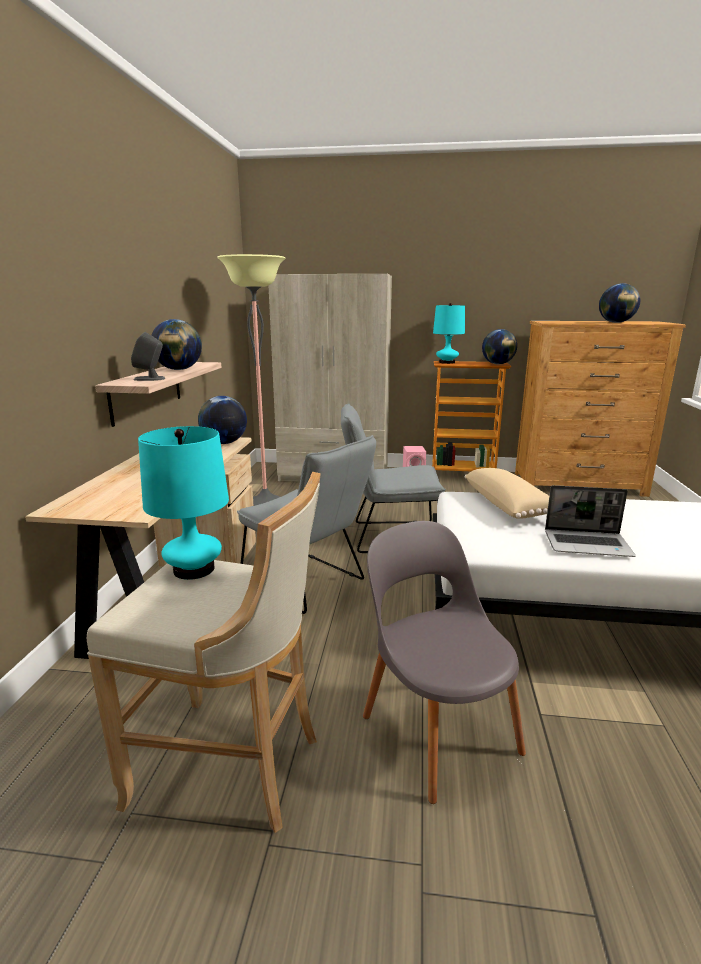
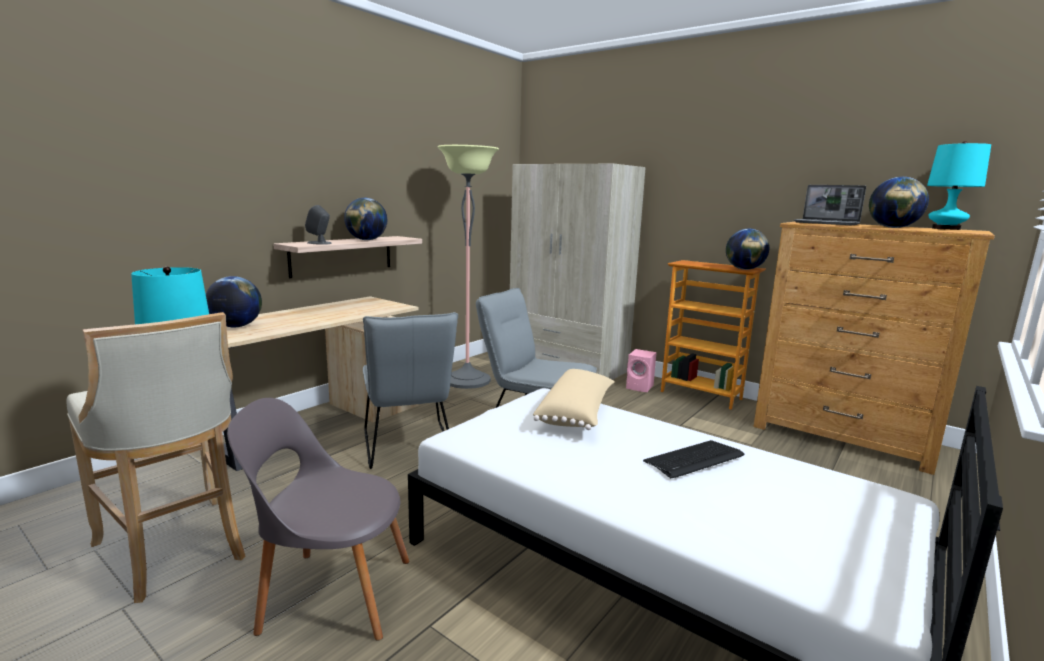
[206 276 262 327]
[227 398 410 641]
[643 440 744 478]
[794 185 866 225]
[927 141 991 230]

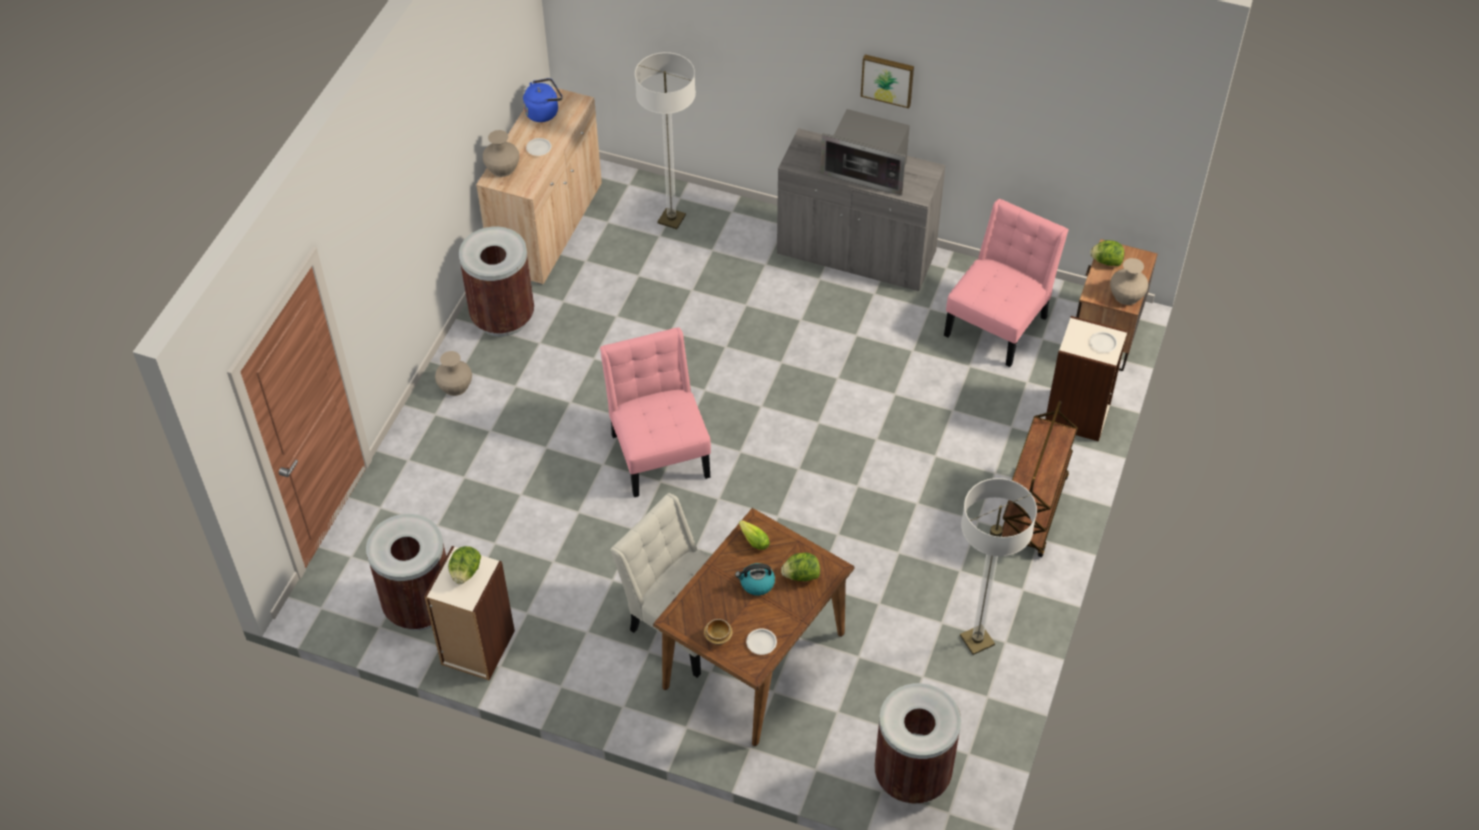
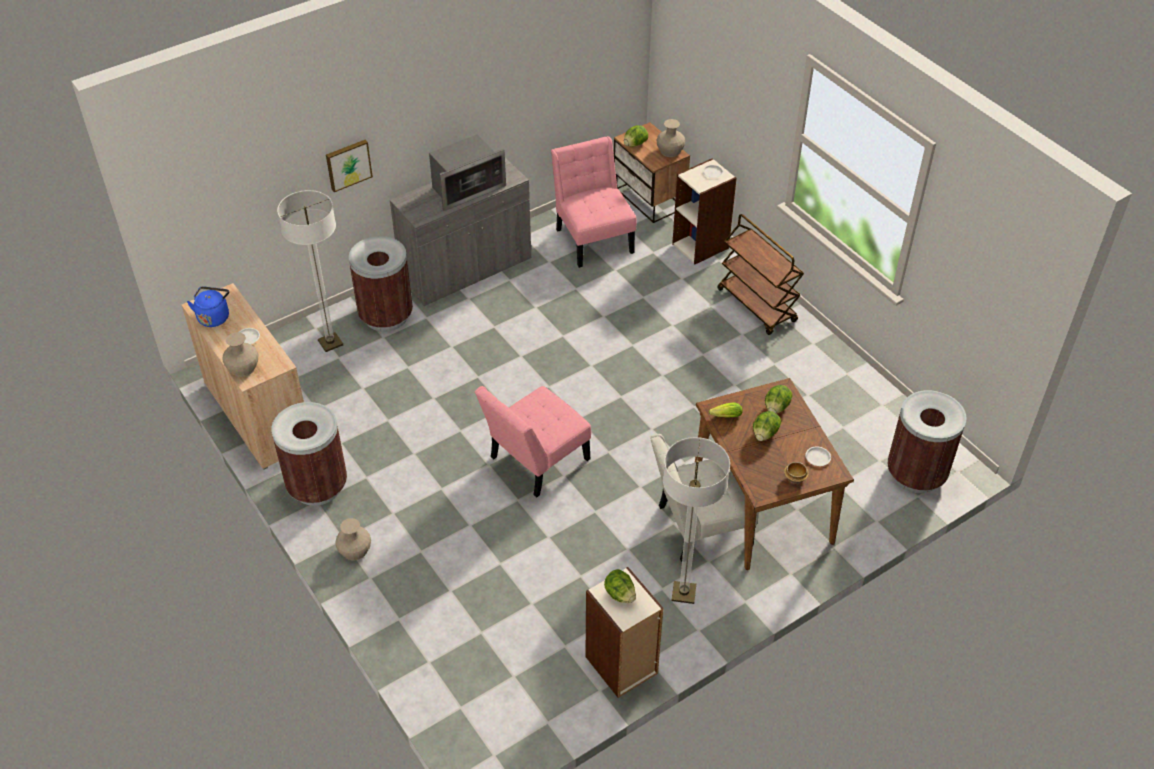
[326 140 373 192]
[349 236 413 332]
[475 386 591 498]
[663 437 730 604]
[753 411 781 441]

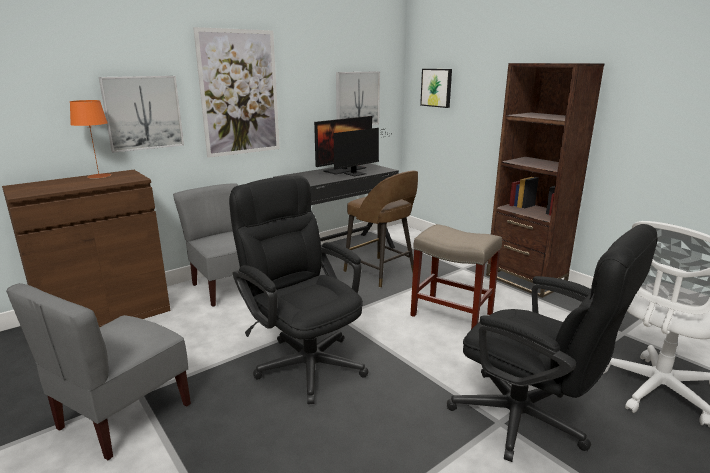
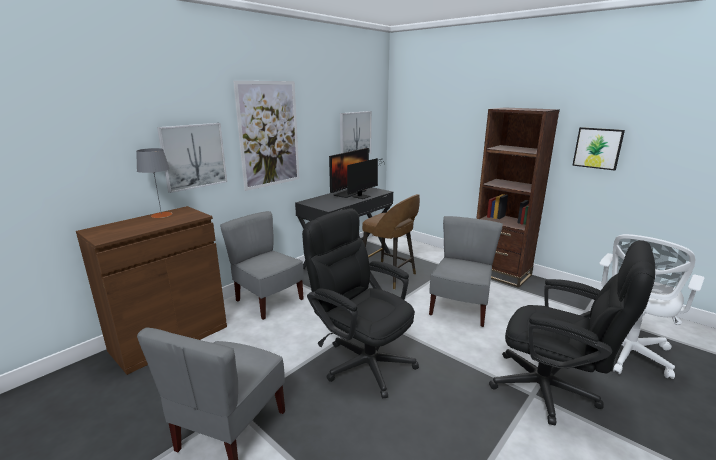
[136 148 172 218]
[429 216 503 327]
[572 127 625 171]

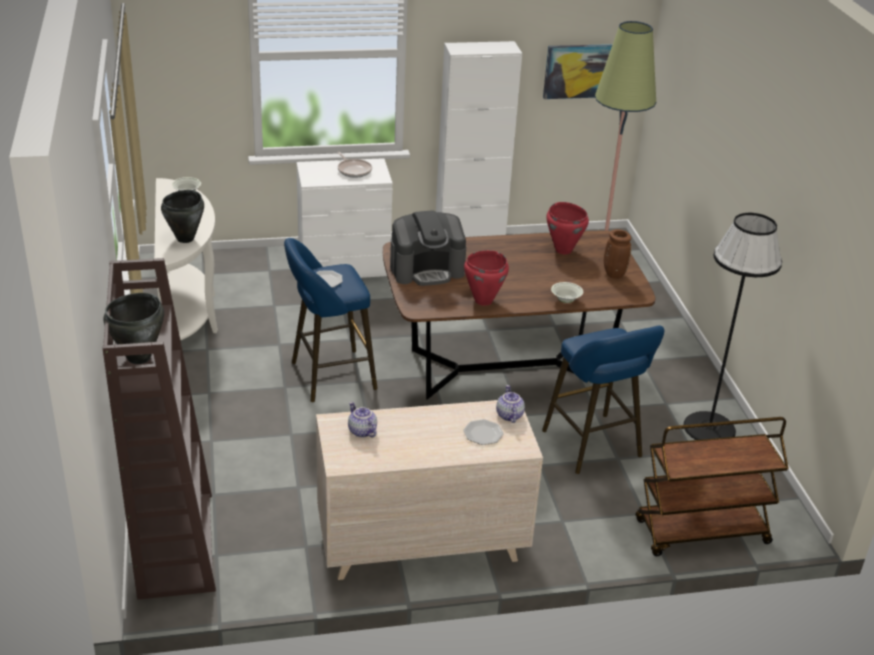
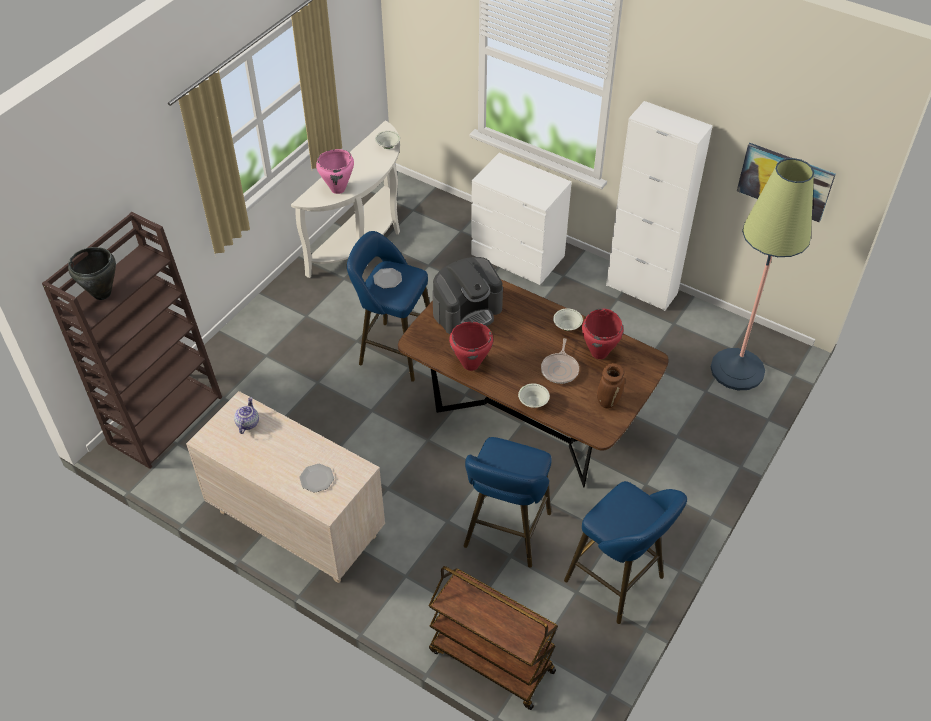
[316 149 354 194]
[432 257 503 334]
[541 338 579 384]
[553 308 583 331]
[564 481 687 624]
[496 385 525 423] (first image)

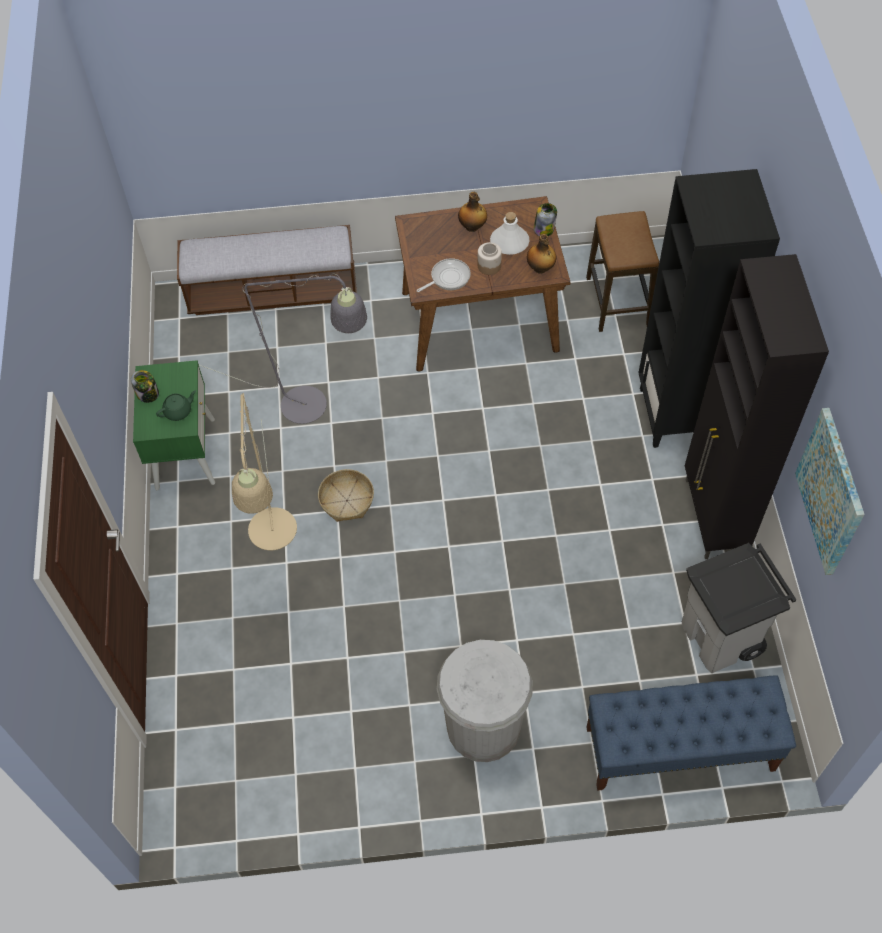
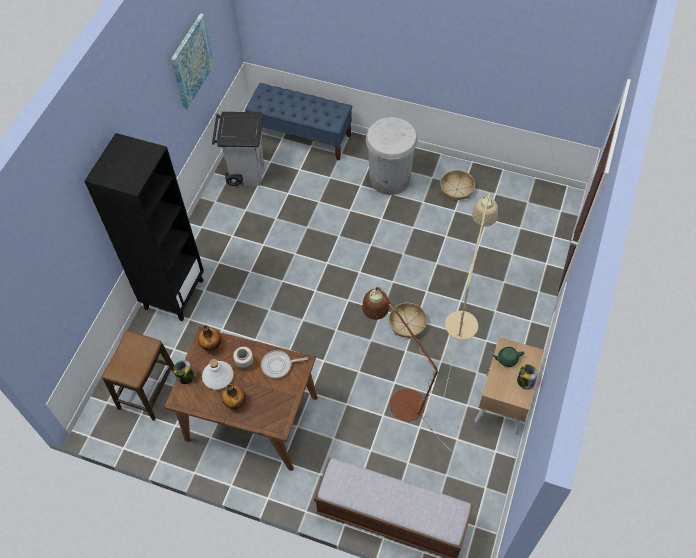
[362 287 472 472]
[440 170 475 201]
[475 337 544 435]
[685 254 829 559] (first image)

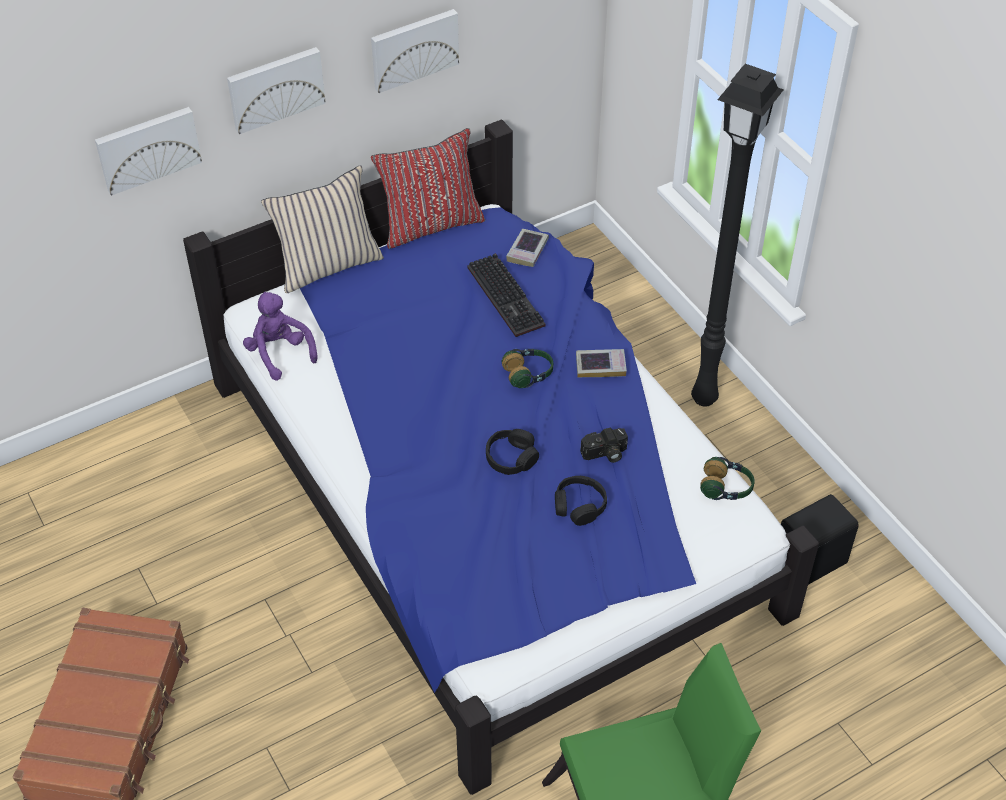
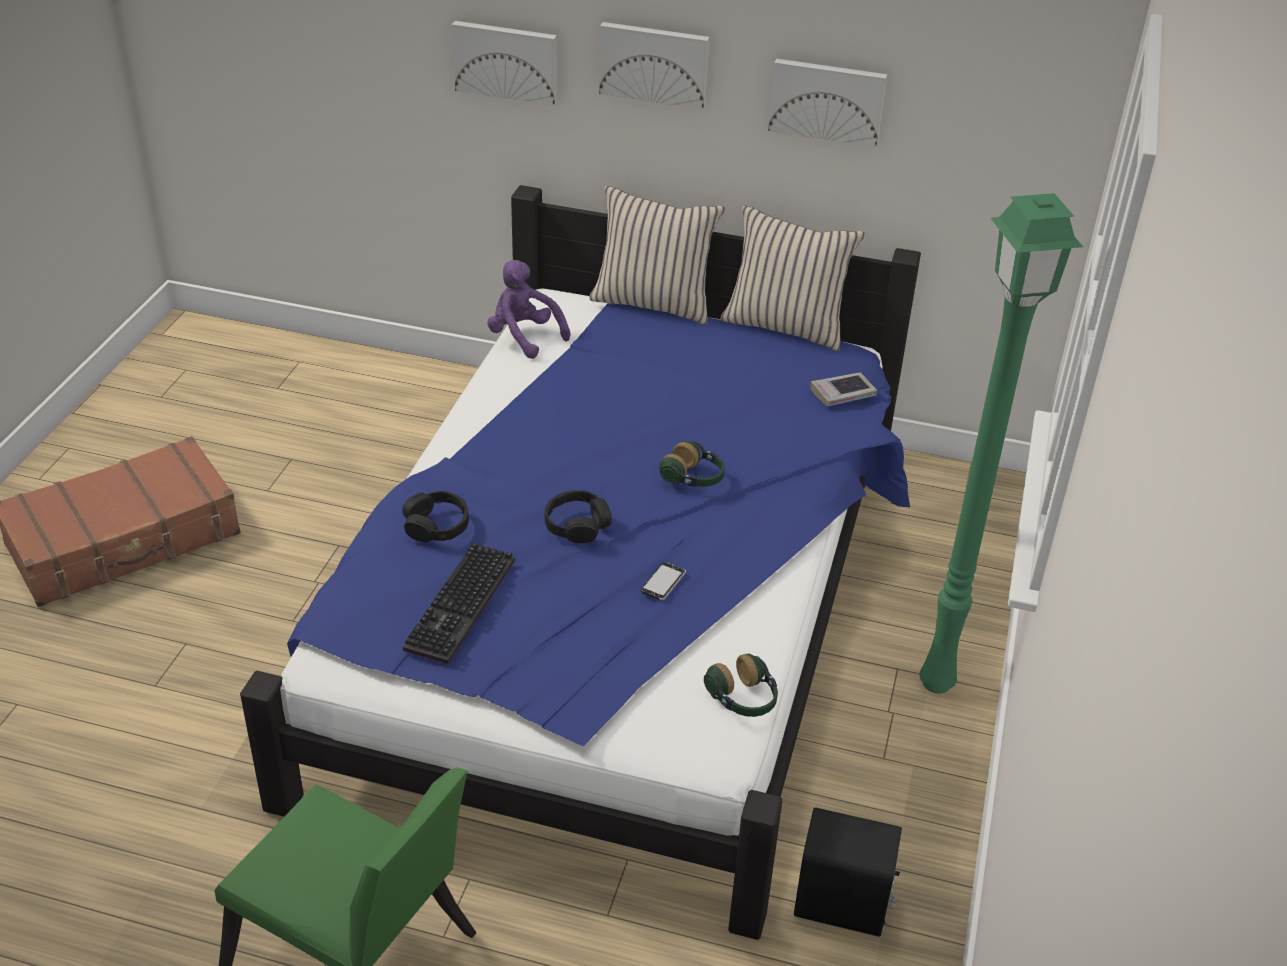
[402 491 469 542]
[403 543 515 664]
[487 260 570 359]
[641 562 686 600]
[721 206 865 351]
[919 193 1083 694]
[576 349 627 378] (first image)

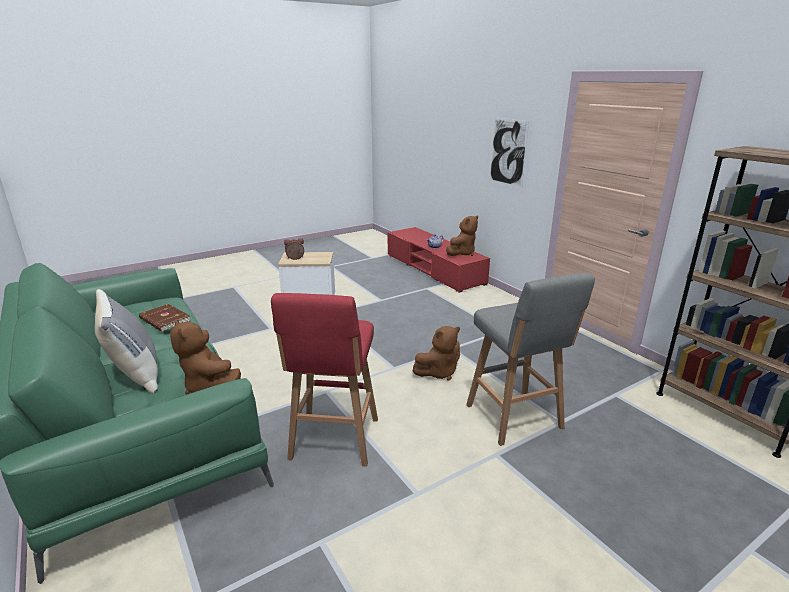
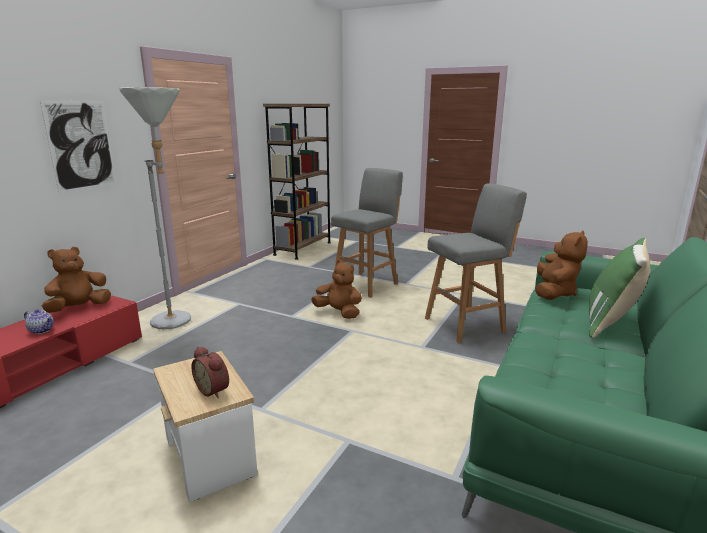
[42 247 111 313]
[119 87 191 329]
[425 183 527 344]
[589 238 651 338]
[139 304 191 332] (first image)

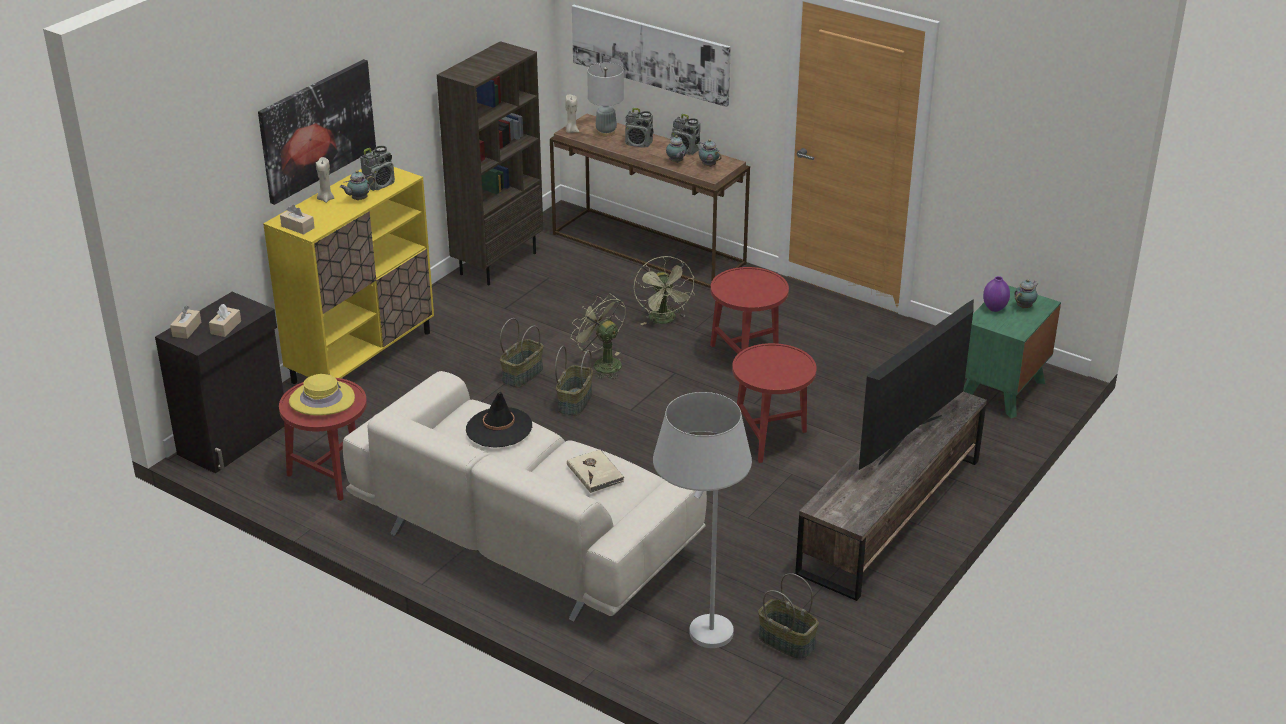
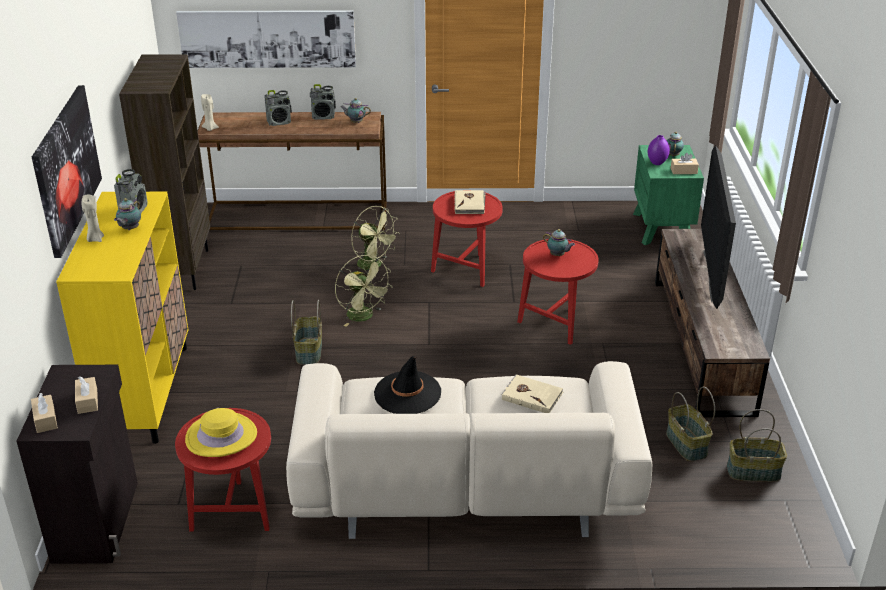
[335 255 393 327]
[454 190 486 214]
[543 229 575 256]
[666 387 715 461]
[671 153 699 174]
[587 63 624 136] (first image)
[653 392 752 648] (first image)

